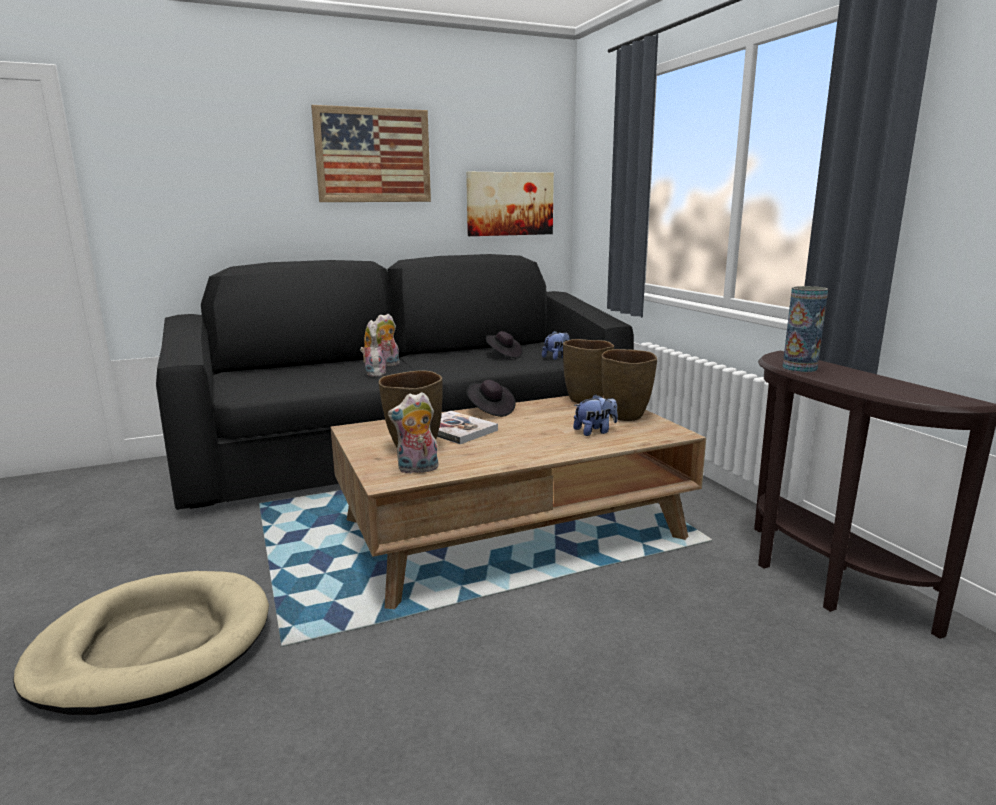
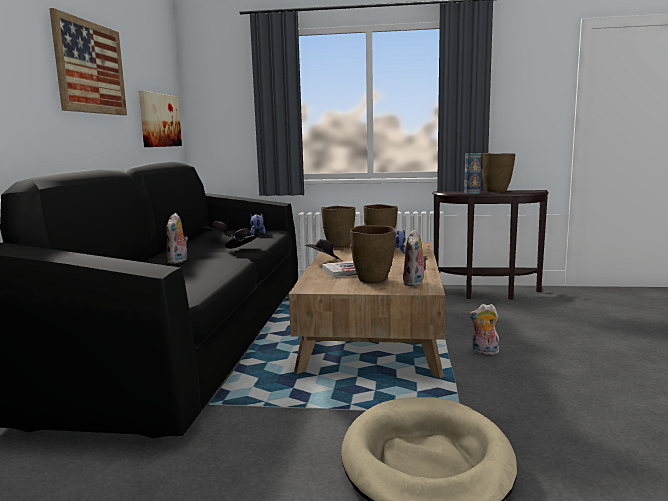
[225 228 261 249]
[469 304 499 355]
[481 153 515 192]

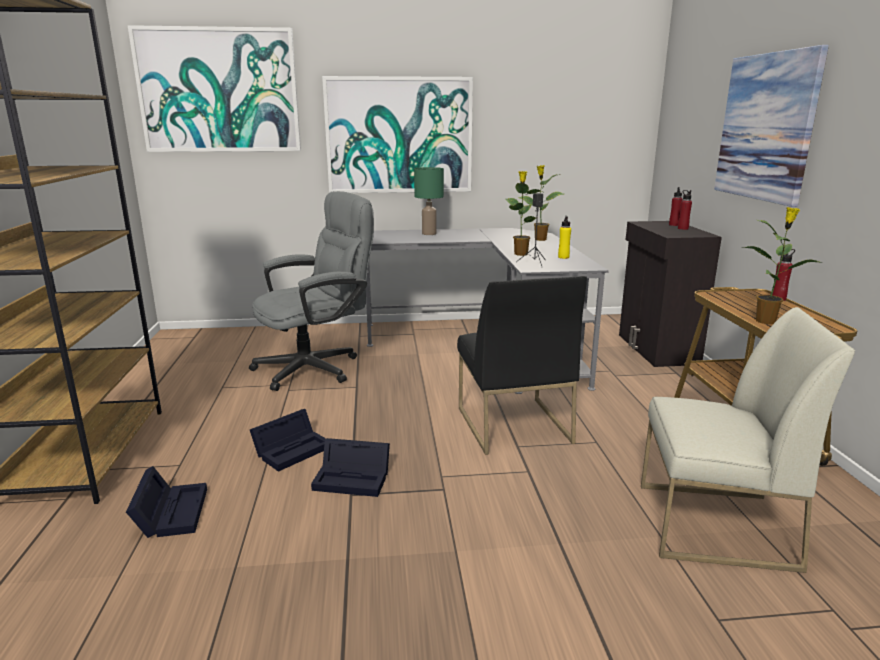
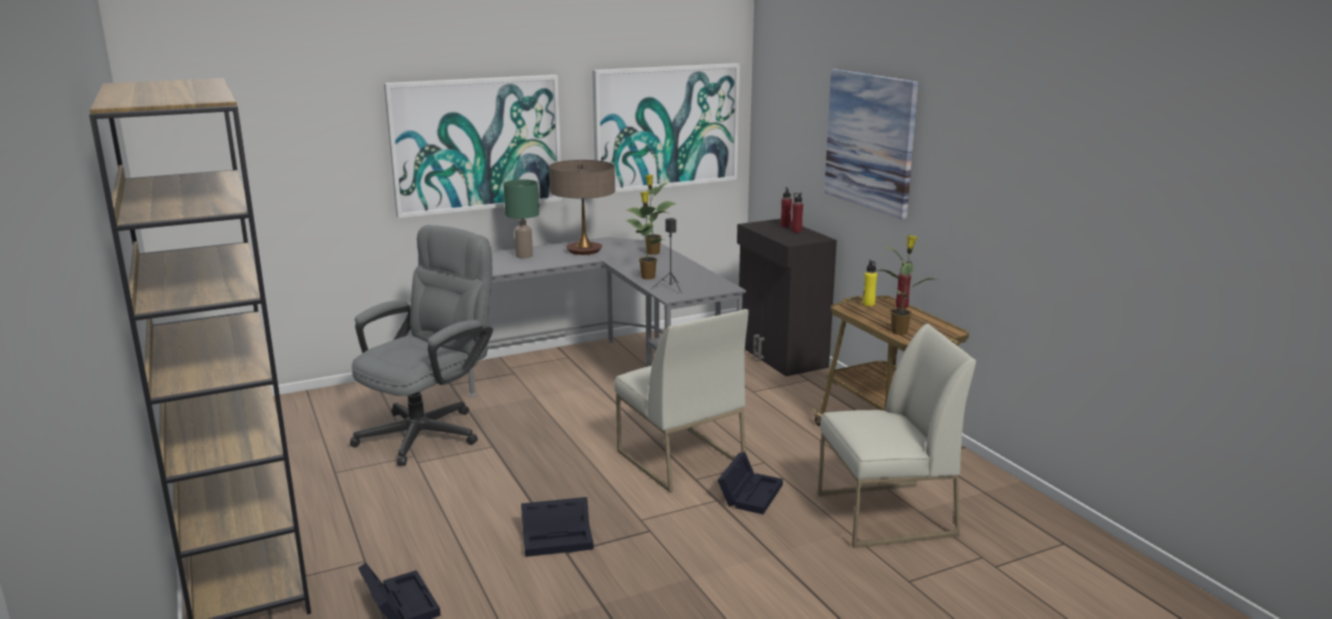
[549 160 615 255]
[592 63 740 193]
[614 309 749 493]
[717 452 783 514]
[863 260 877 306]

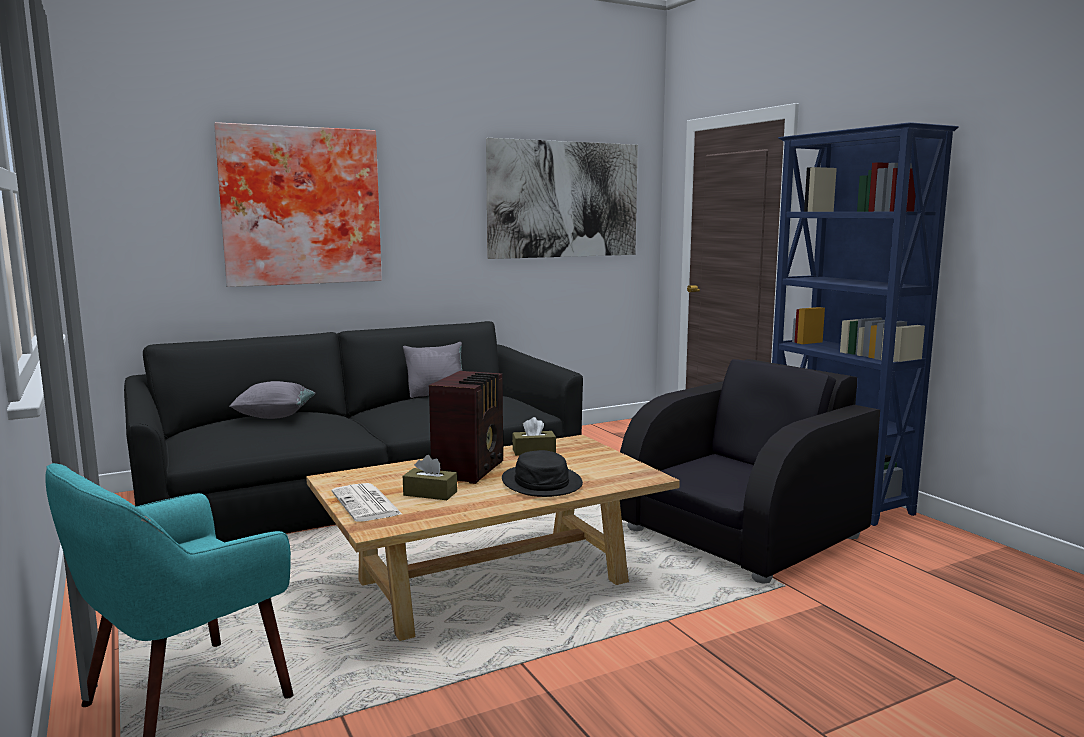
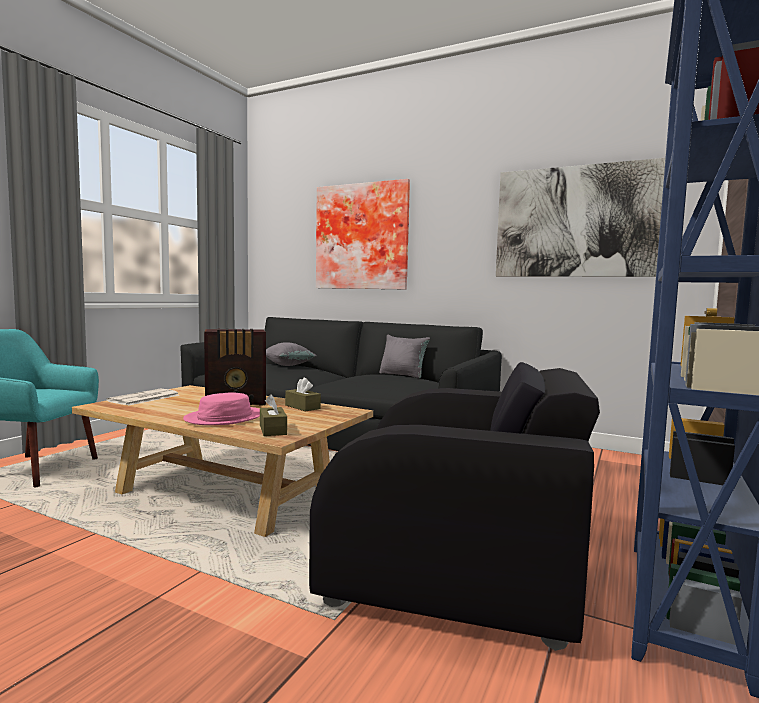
[183 392 260 425]
[260 394 287 436]

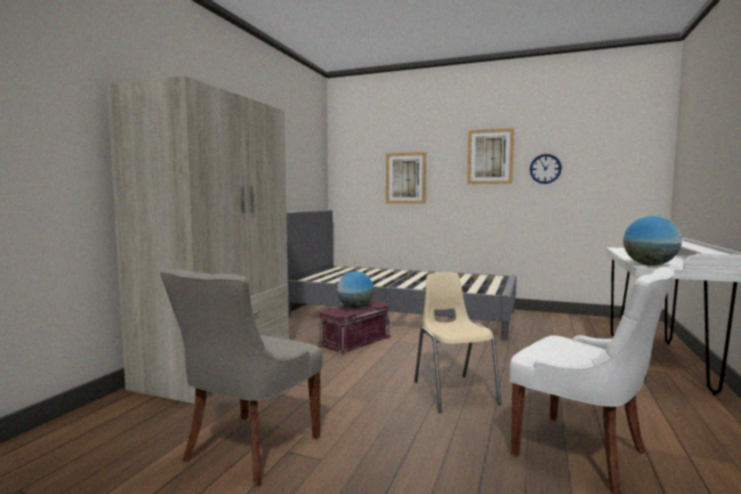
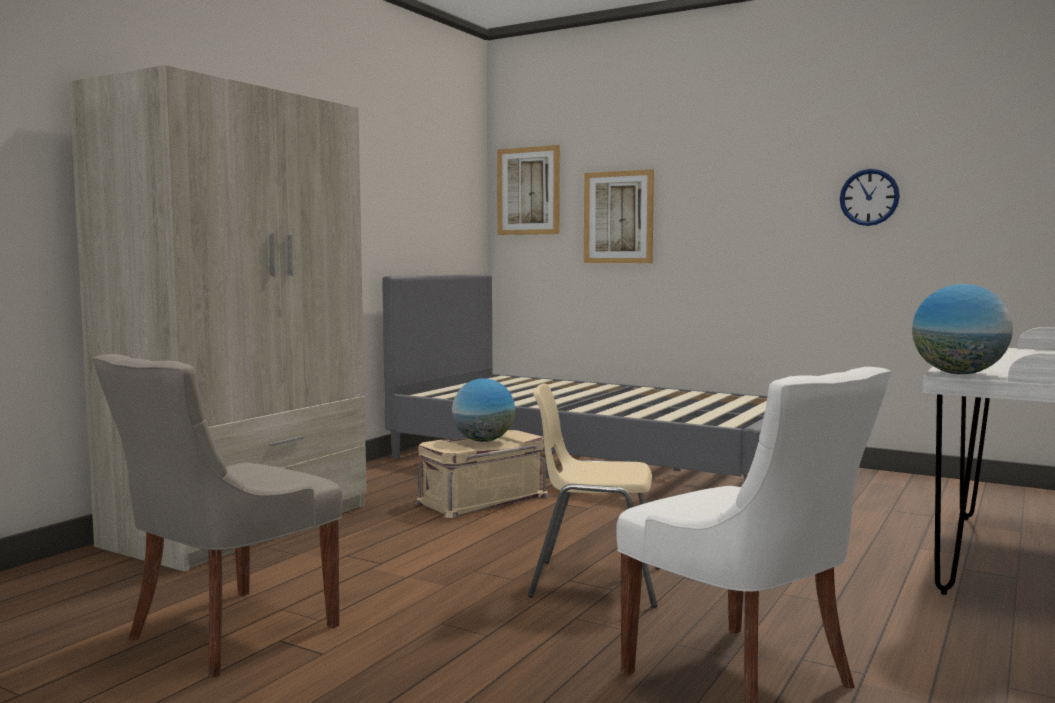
[415 430 549 518]
[497 145 560 235]
[528 384 660 608]

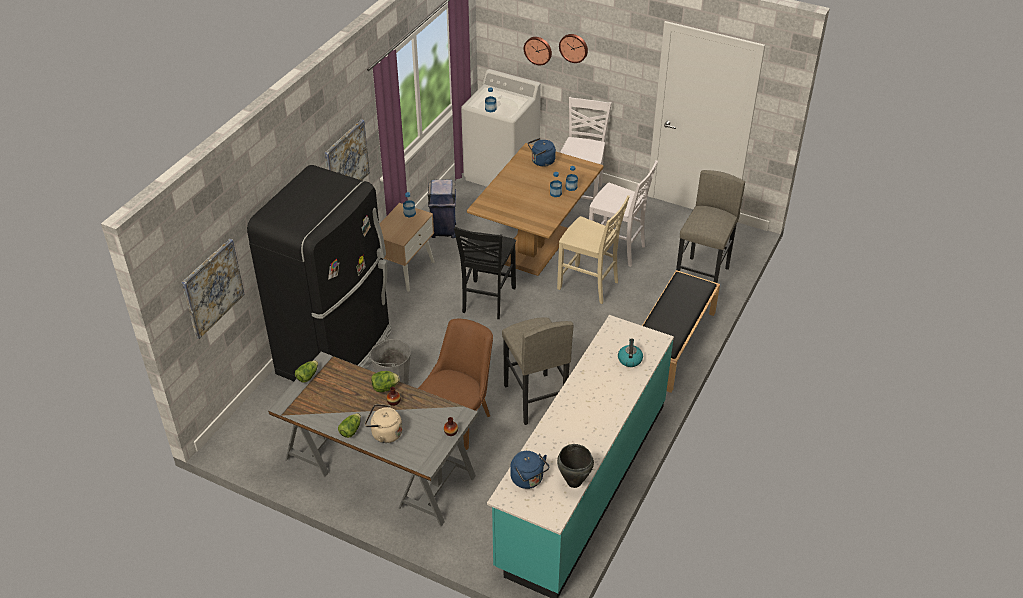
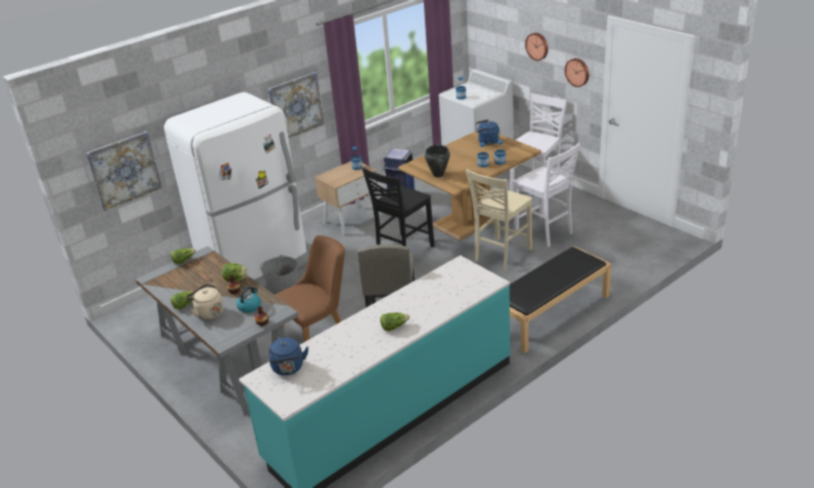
[164 92 309 287]
[236 286 261 313]
[380 313 410 331]
[424 145 450 177]
[466 169 532 271]
[565 58 589 87]
[676 170 745 283] (first image)

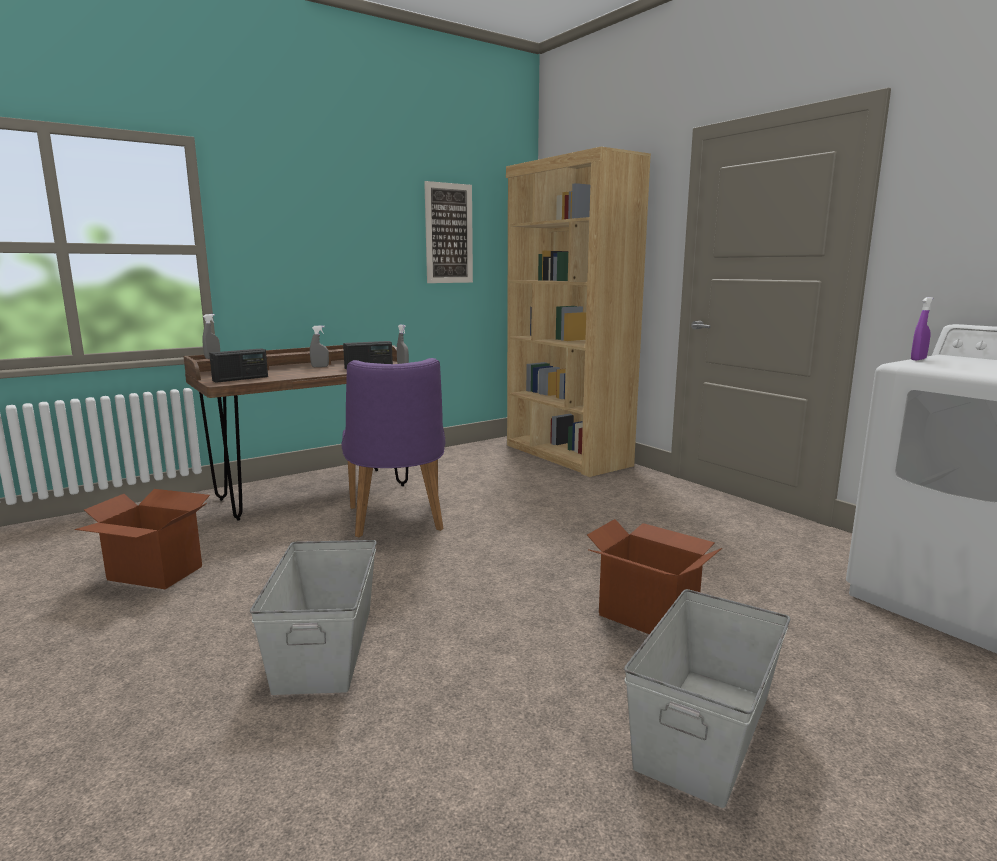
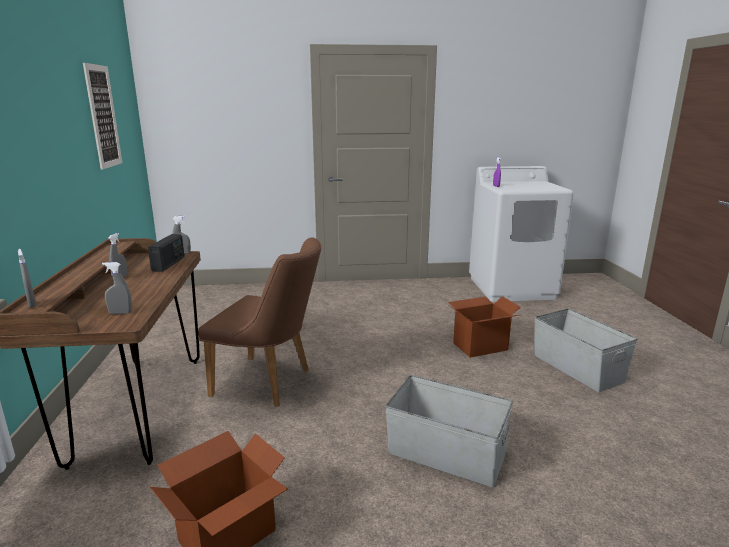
[102 262 132 314]
[198 238 321 407]
[506 147 651 477] (first image)

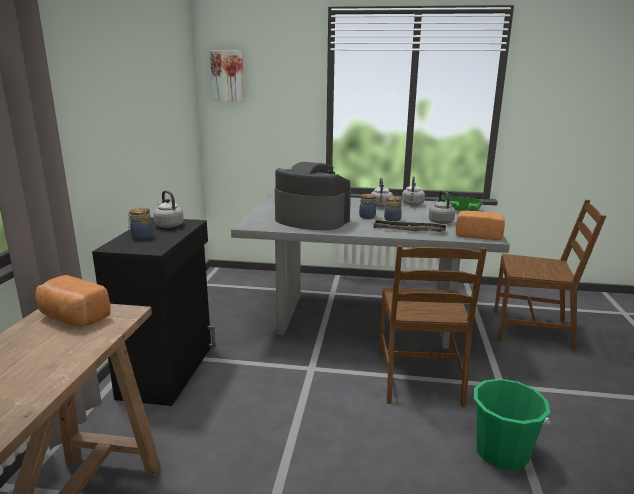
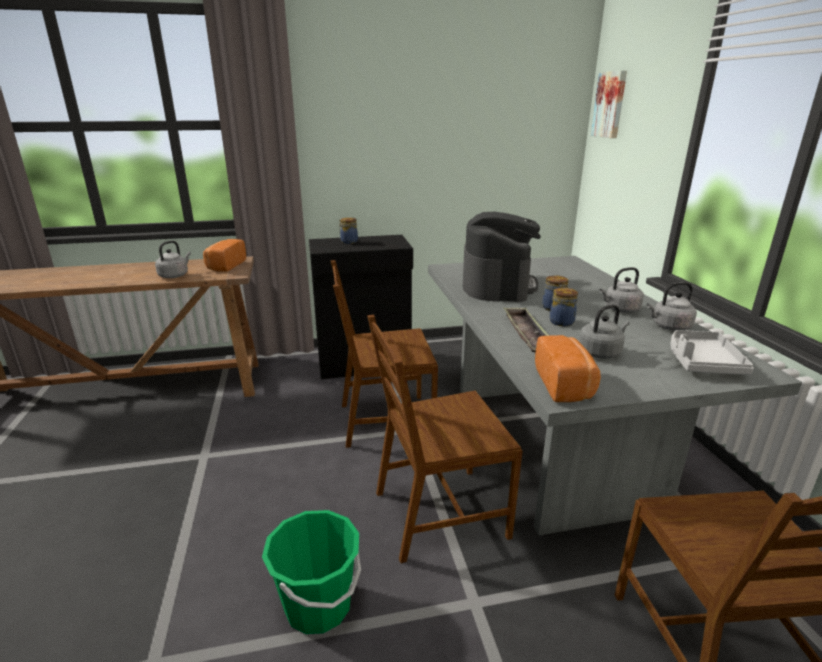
[155 241 191 278]
[331 260 438 448]
[670 330 753 375]

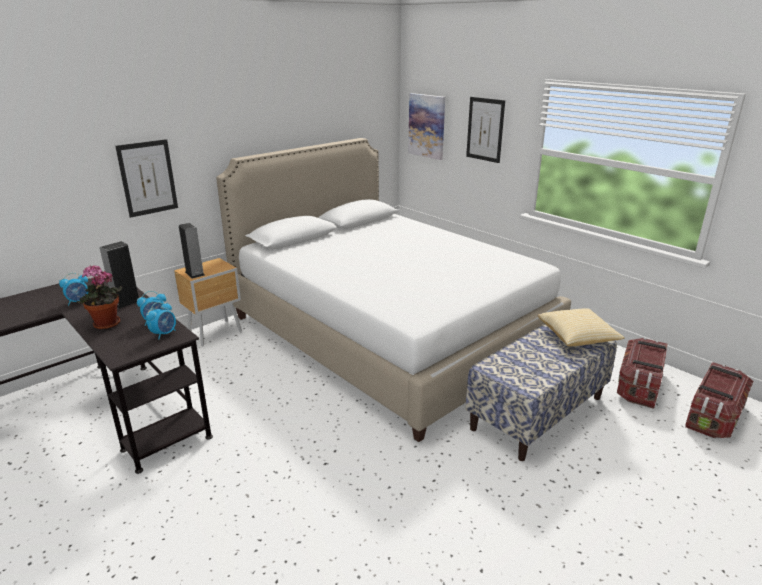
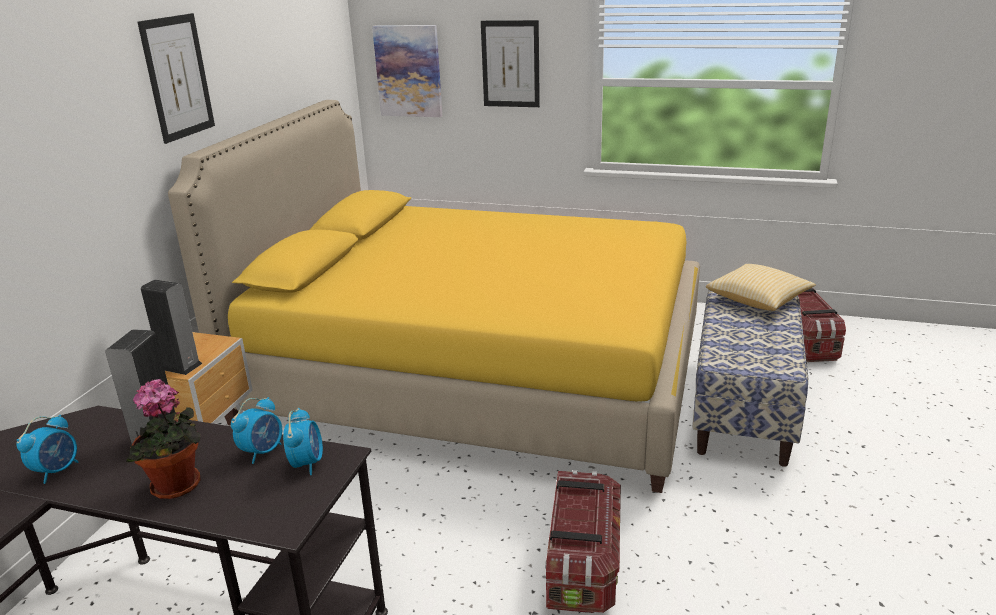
[137 13 215 144]
[168 100 700 493]
[545 470 621 613]

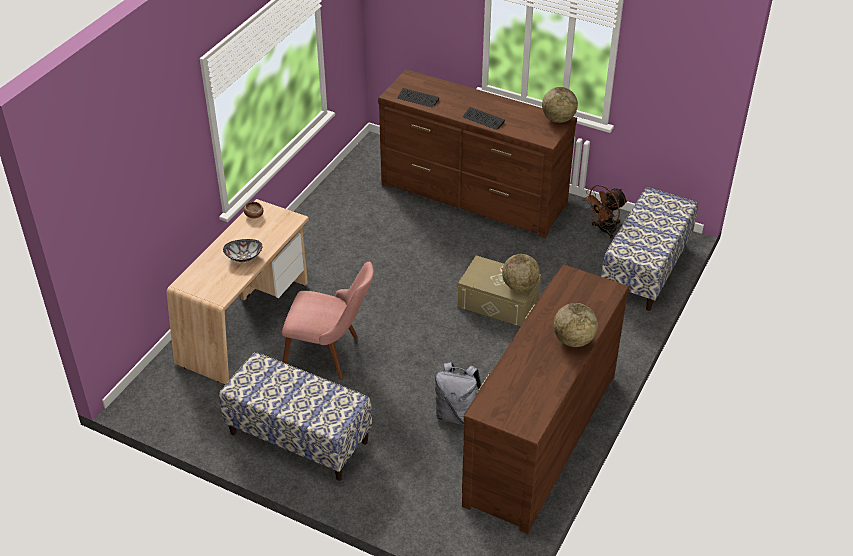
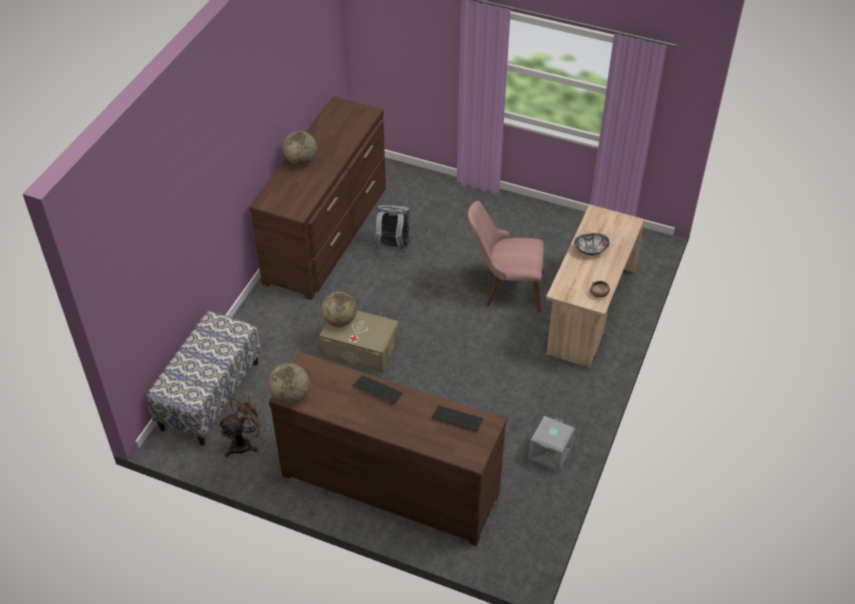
[529 416 575 472]
[219 352 372 481] (first image)

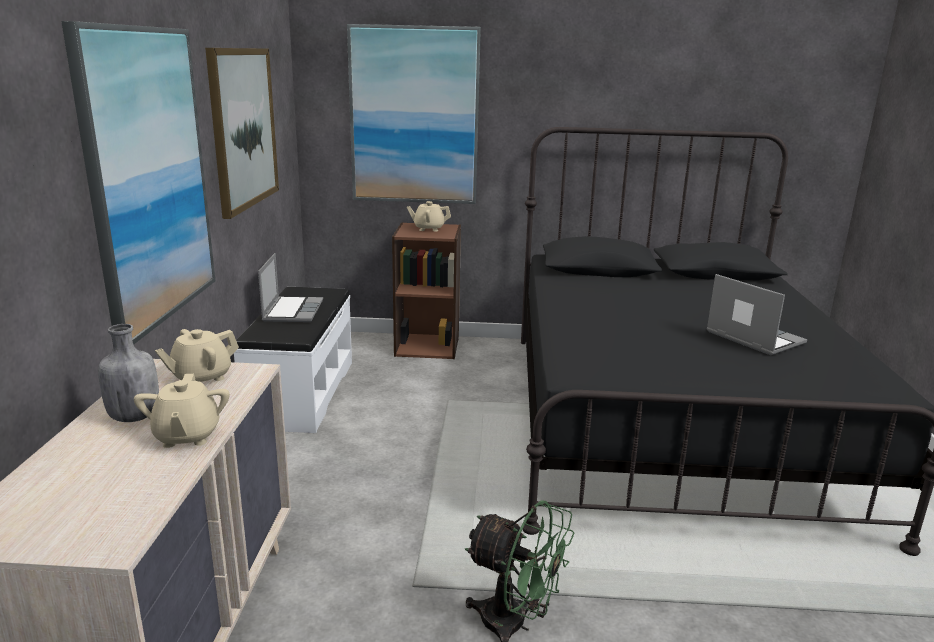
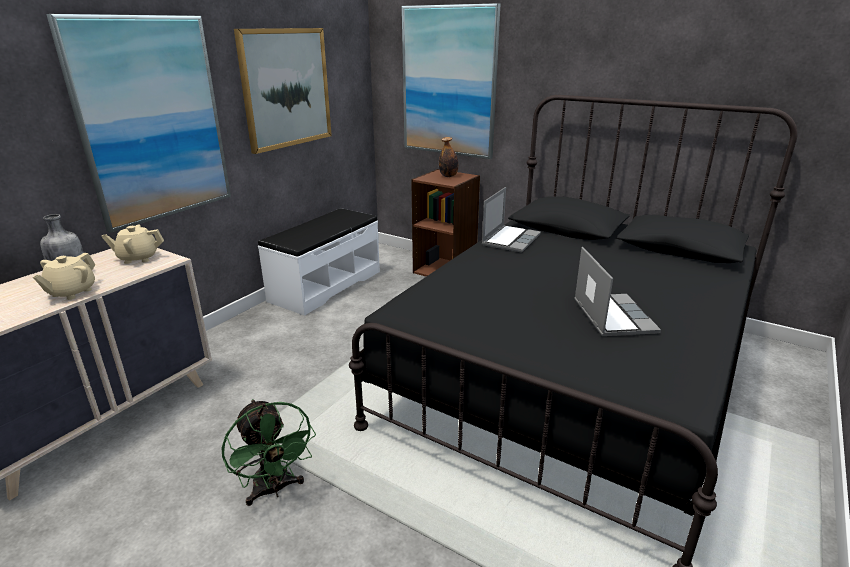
[439 137 458 177]
[481 187 541 253]

